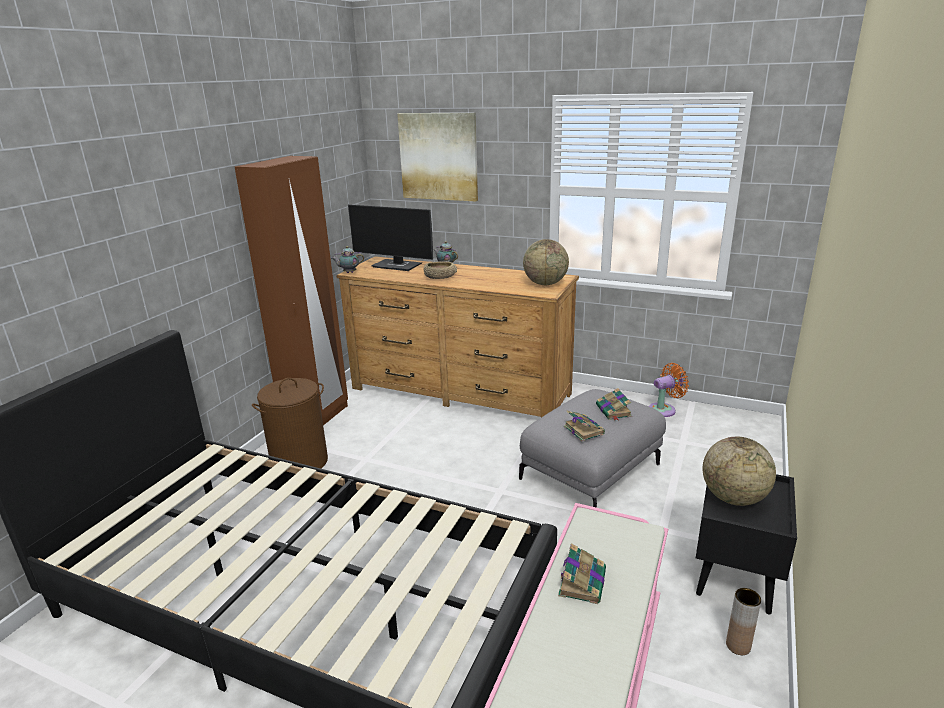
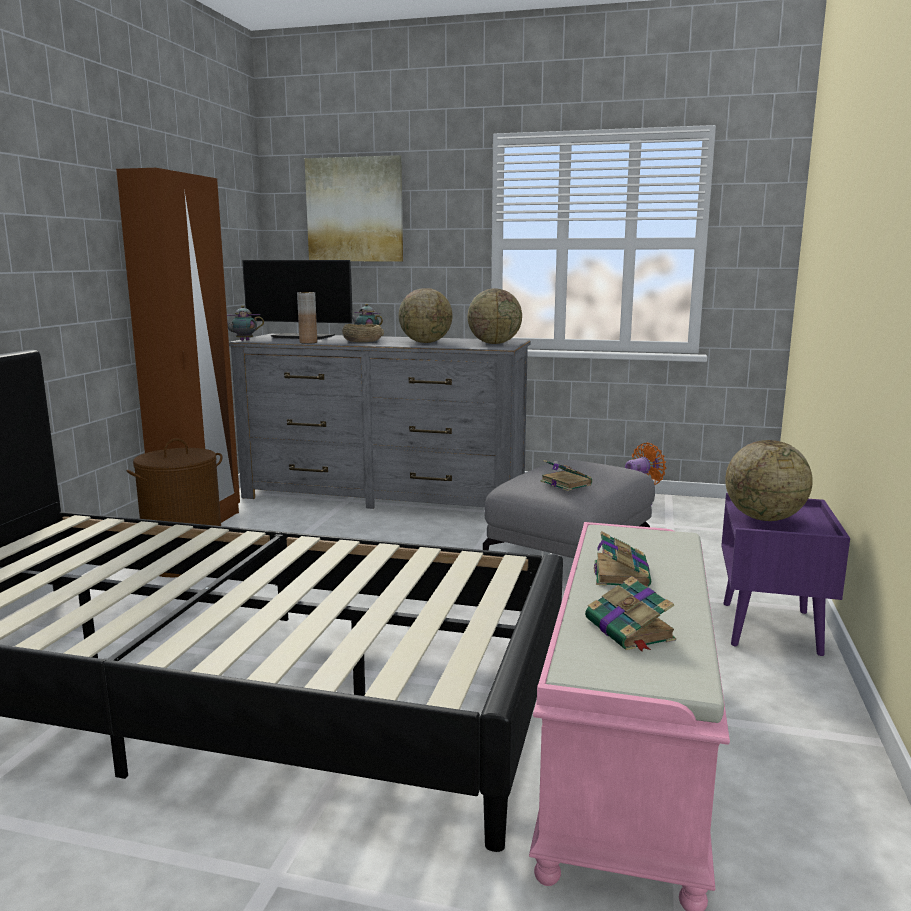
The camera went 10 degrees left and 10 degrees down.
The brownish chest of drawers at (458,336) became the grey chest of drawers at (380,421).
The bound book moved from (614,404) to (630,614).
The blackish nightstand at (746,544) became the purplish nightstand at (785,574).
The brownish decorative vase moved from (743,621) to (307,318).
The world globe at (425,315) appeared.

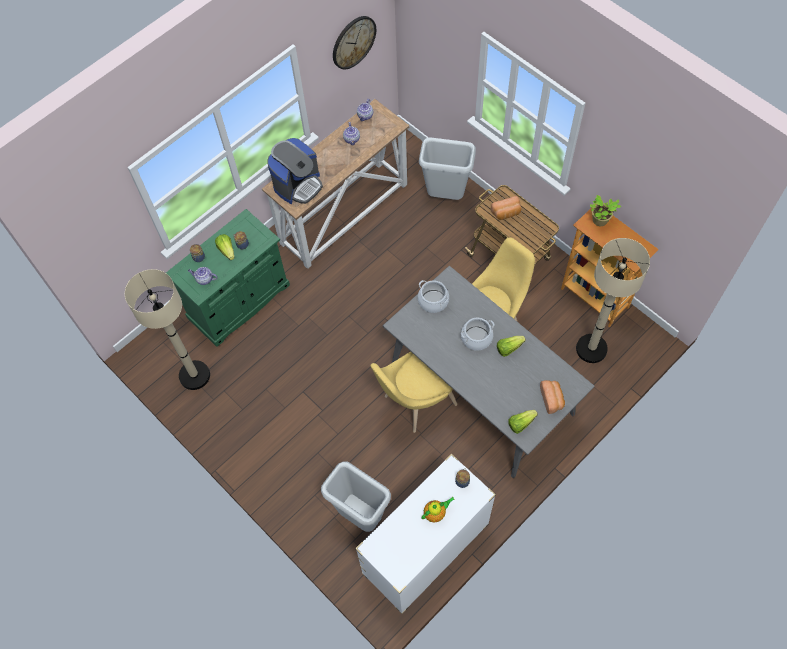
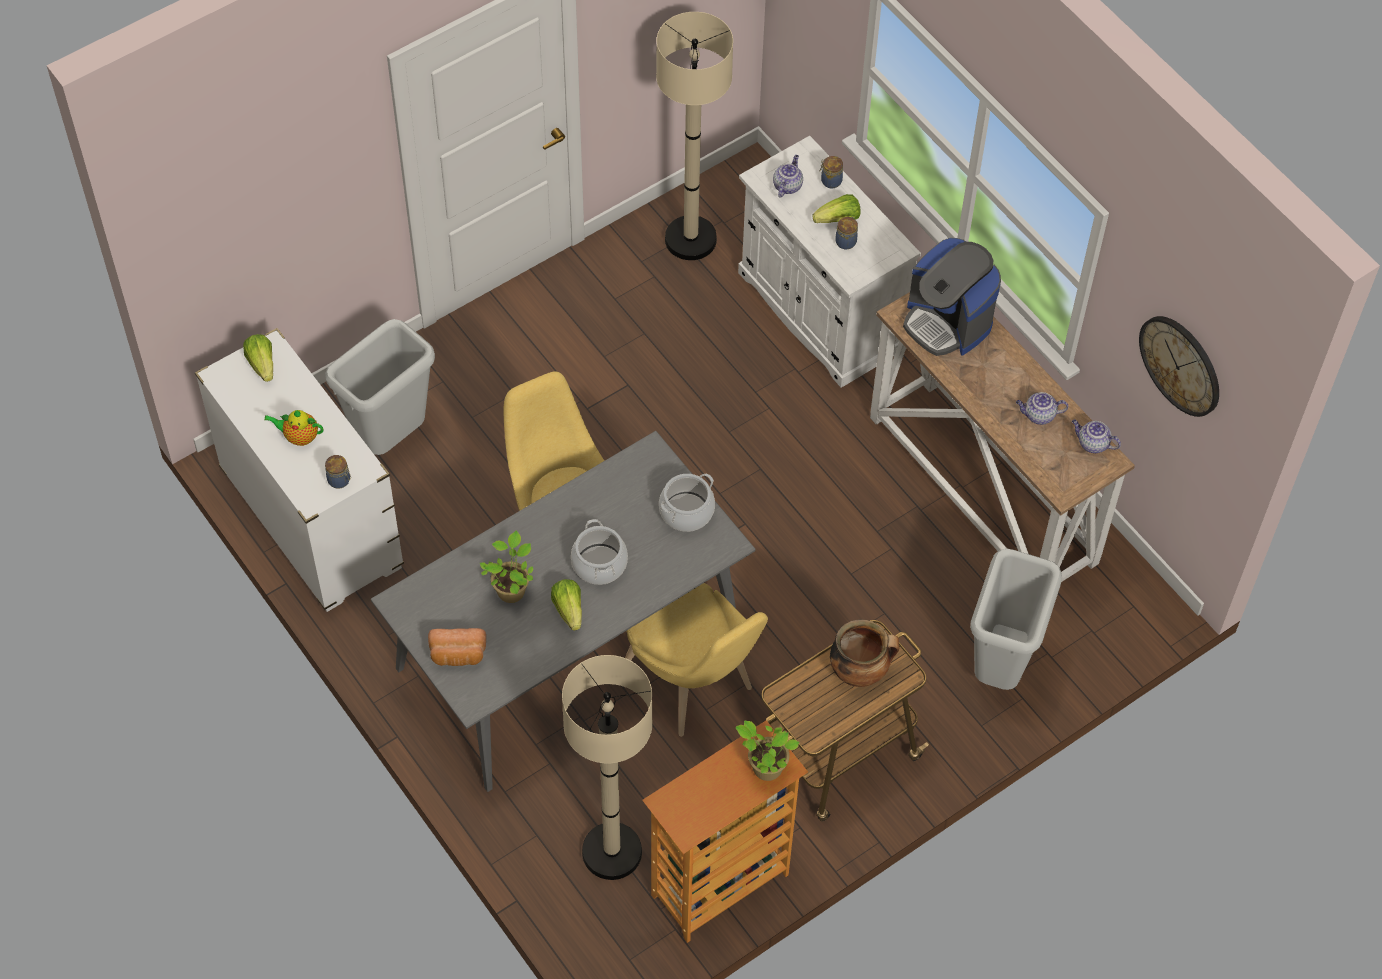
The camera went 95 degrees right and 5 degrees down.
The baked bread at (506,208) was replaced by the saucepot at (864,653).
The greenish cabinet at (228,278) became the whitish cabinet at (829,261).
The head of lettuce moved from (523,422) to (258,358).
The teapot at (438,509) turned 120 degrees clockwise.
The plant in a pot at (506,567) appeared.

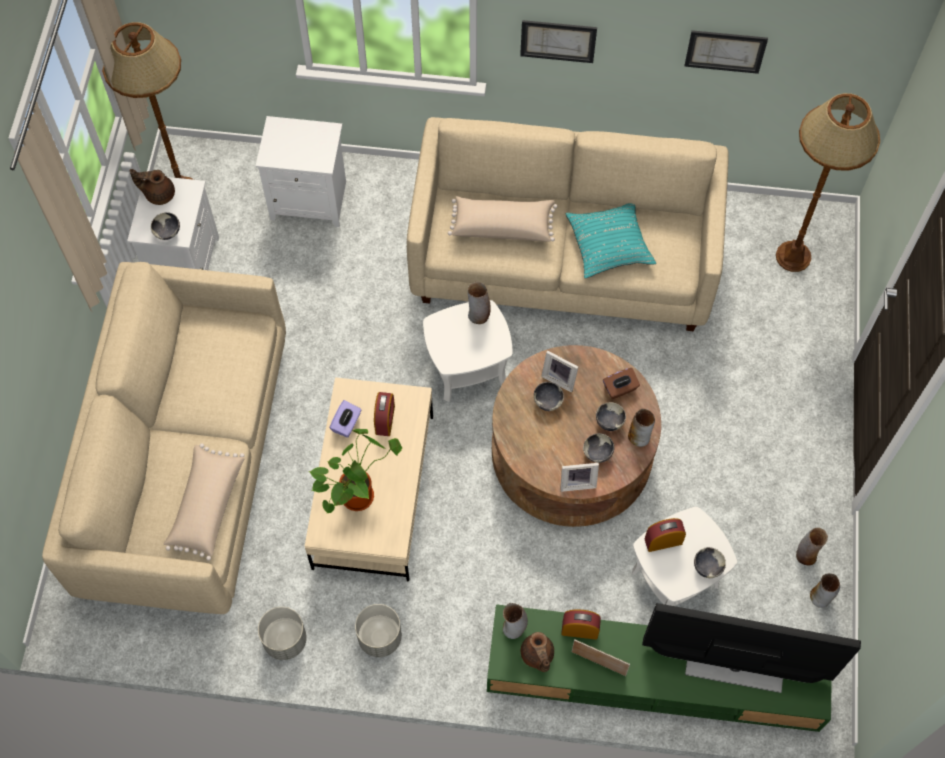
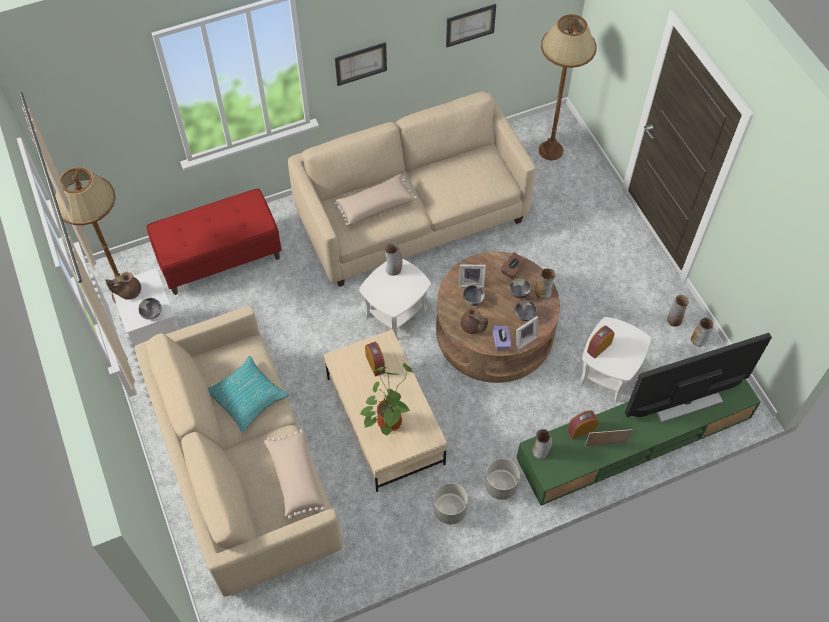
The camera went 30 degrees left and 5 degrees down.
The whitish nightstand at (301,171) was replaced by the red indoor bench at (214,242).
The blue-green pillow moved from (611,241) to (248,394).
The purplish box of tissues moved from (345,418) to (502,338).
The serving bowl at (710,562) disappeared.
The grey flower pot moved from (282,633) to (502,479).
The brownish teapot moved from (537,652) to (474,320).

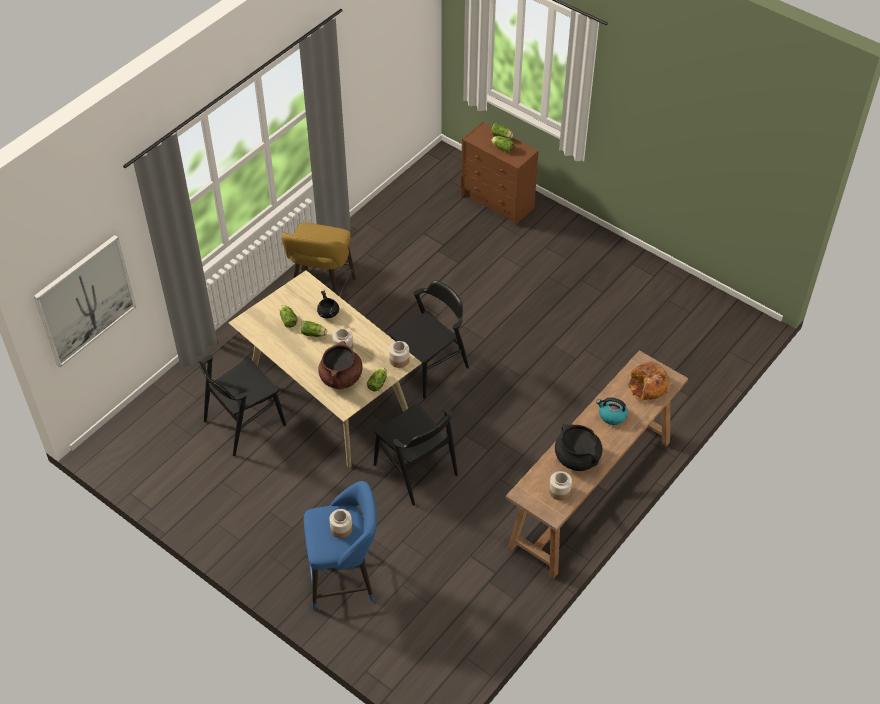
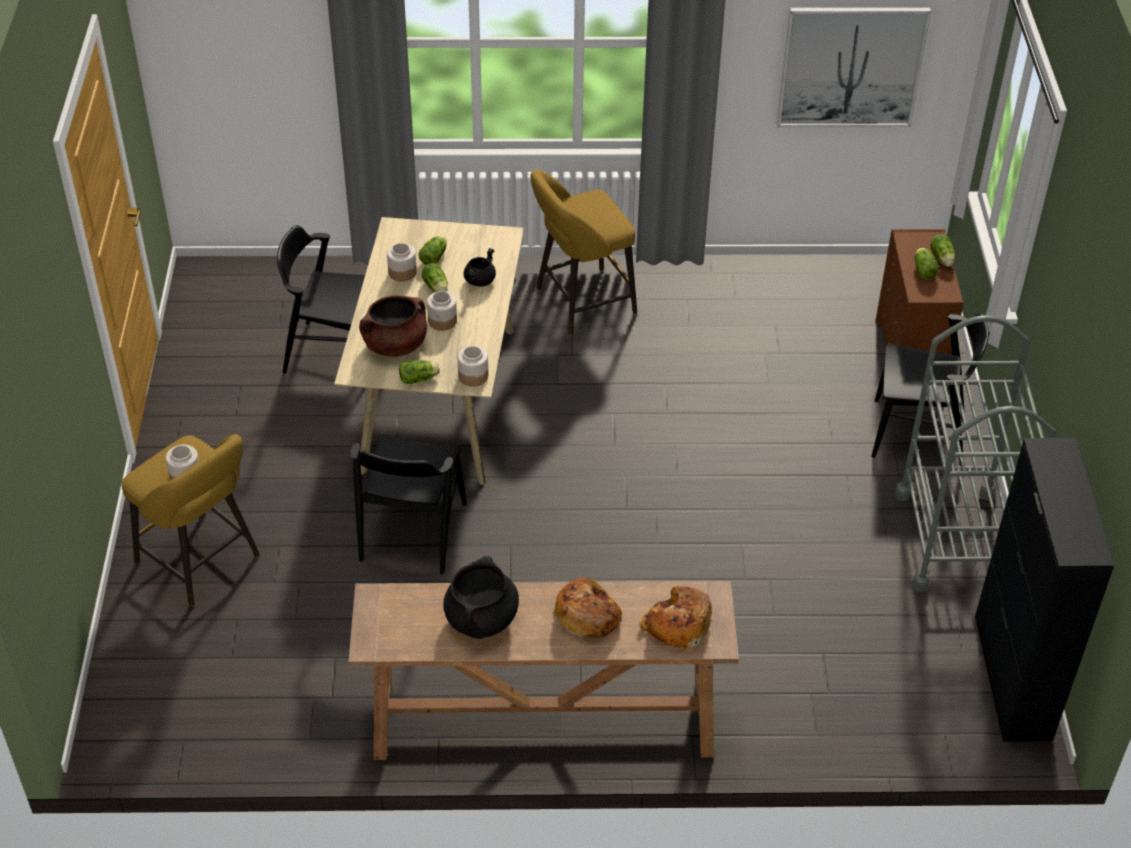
The camera went 50 degrees right and 5 degrees down.
The picture moved from (85,301) to (854,67).
The blackish plain chair moved from (429,339) to (930,389).
The kettle at (612,411) was replaced by the baked bread at (587,609).
The jar moved from (560,485) to (402,262).
The bluish sitting stool at (340,545) became the yellow sitting stool at (191,520).
The grey trolley at (975,453) appeared.
The blackish cabinet at (1044,590) appeared.

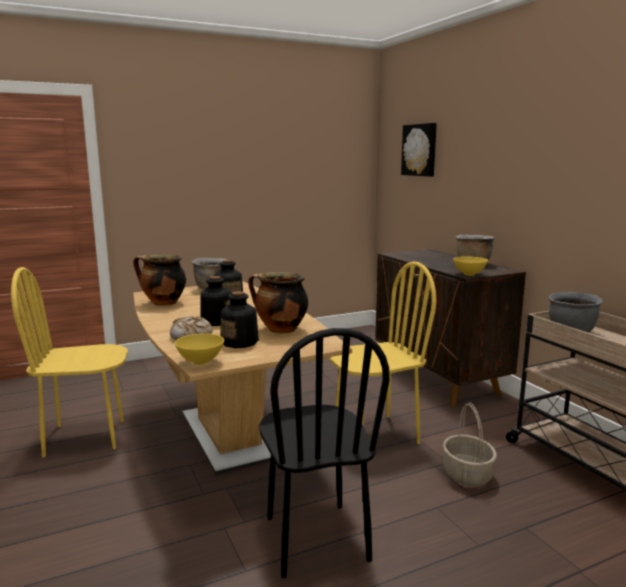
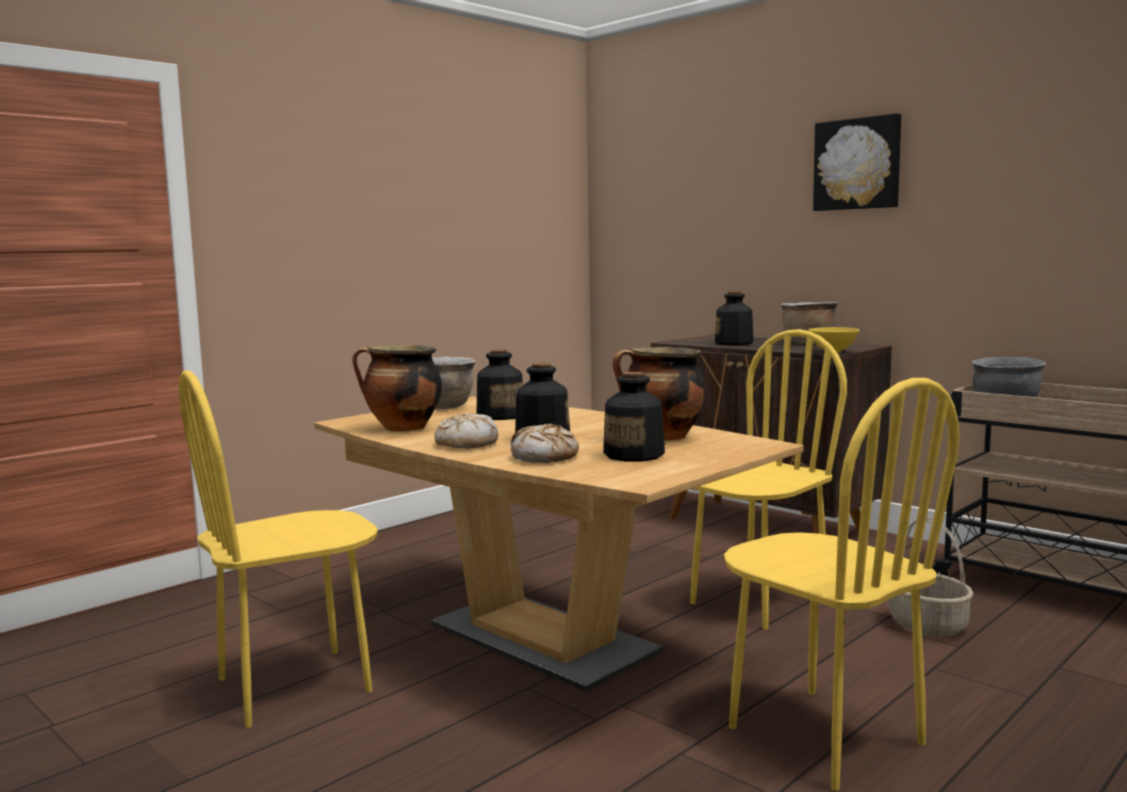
The camera went 20 degrees left and 5 degrees down.
The picture moved from (419,150) to (857,162).
The blackish plain chair at (324,453) became the yellow plain chair at (841,584).
The yellow serving bowl at (199,349) disappeared.
The bottle at (734,318) appeared.
The baked bread at (466,431) appeared.

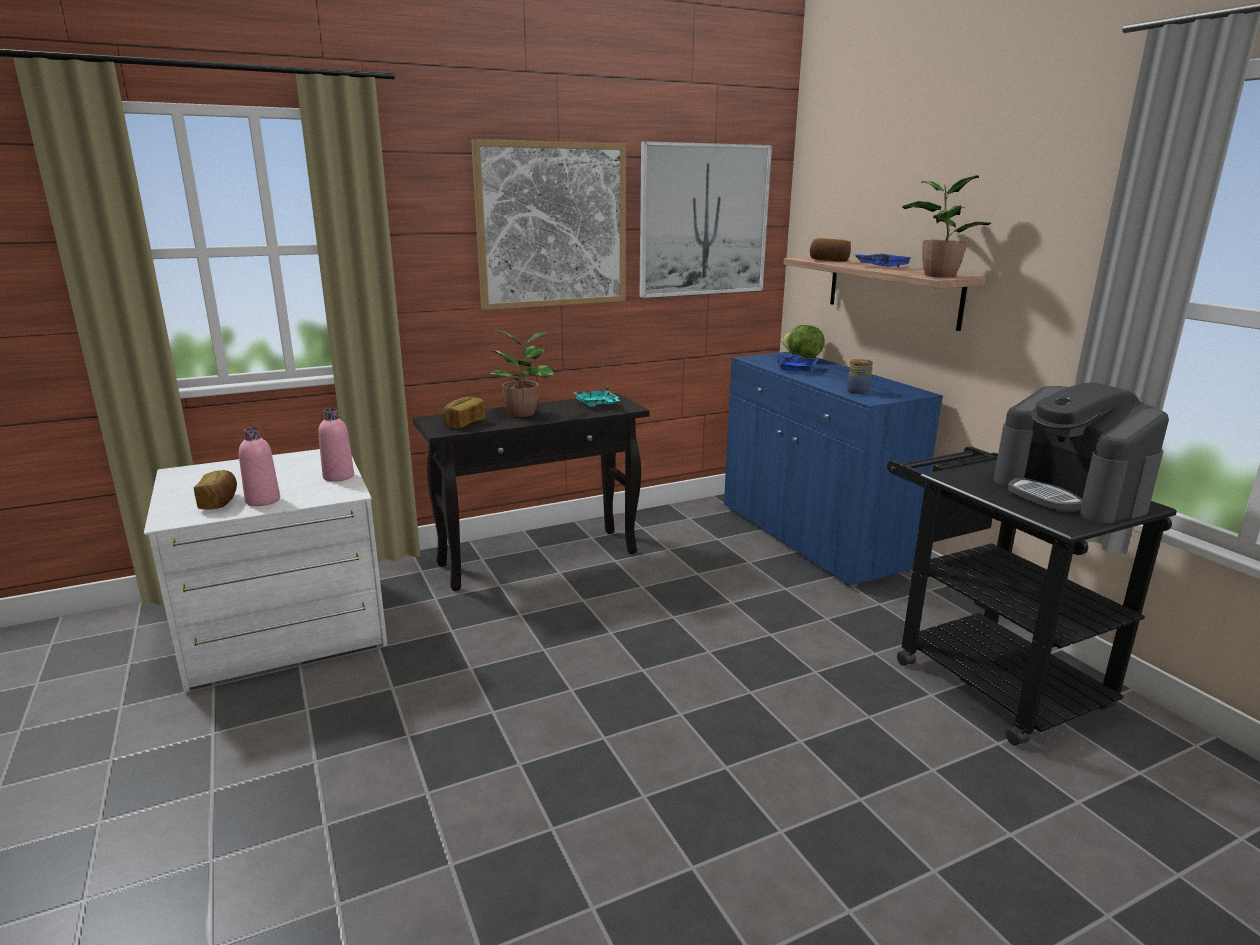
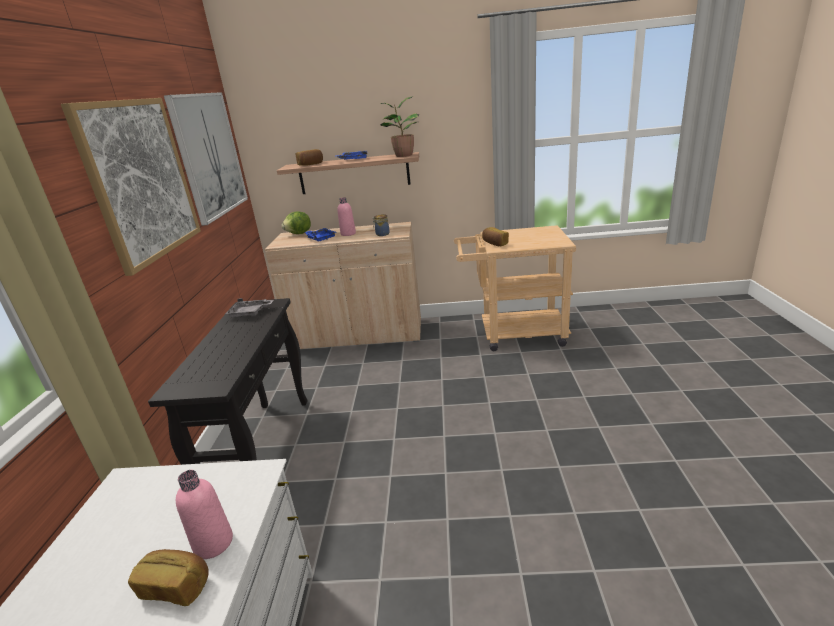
The camera went 60 degrees left and 5 degrees up.
The plant in a pot at (522,373) disappeared.
The bluish cabinet at (833,470) became the beige-coloured cabinet at (343,285).
The coffee machine at (1081,452) disappeared.
The blue-green tray at (596,396) became the grey tray at (249,307).
The baked bread moved from (463,412) to (495,236).
The pink-coloured bottle moved from (336,445) to (346,216).
The blackish trolley at (1032,596) became the beige-coloured trolley at (515,288).

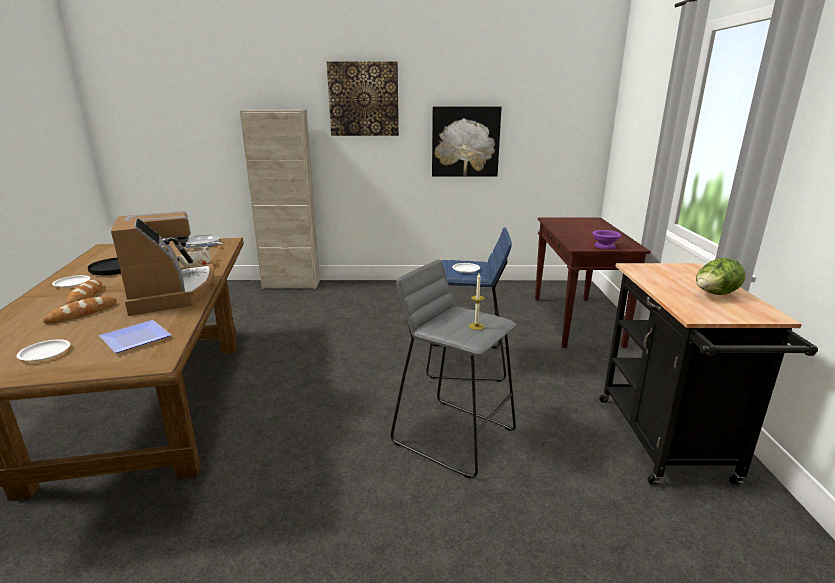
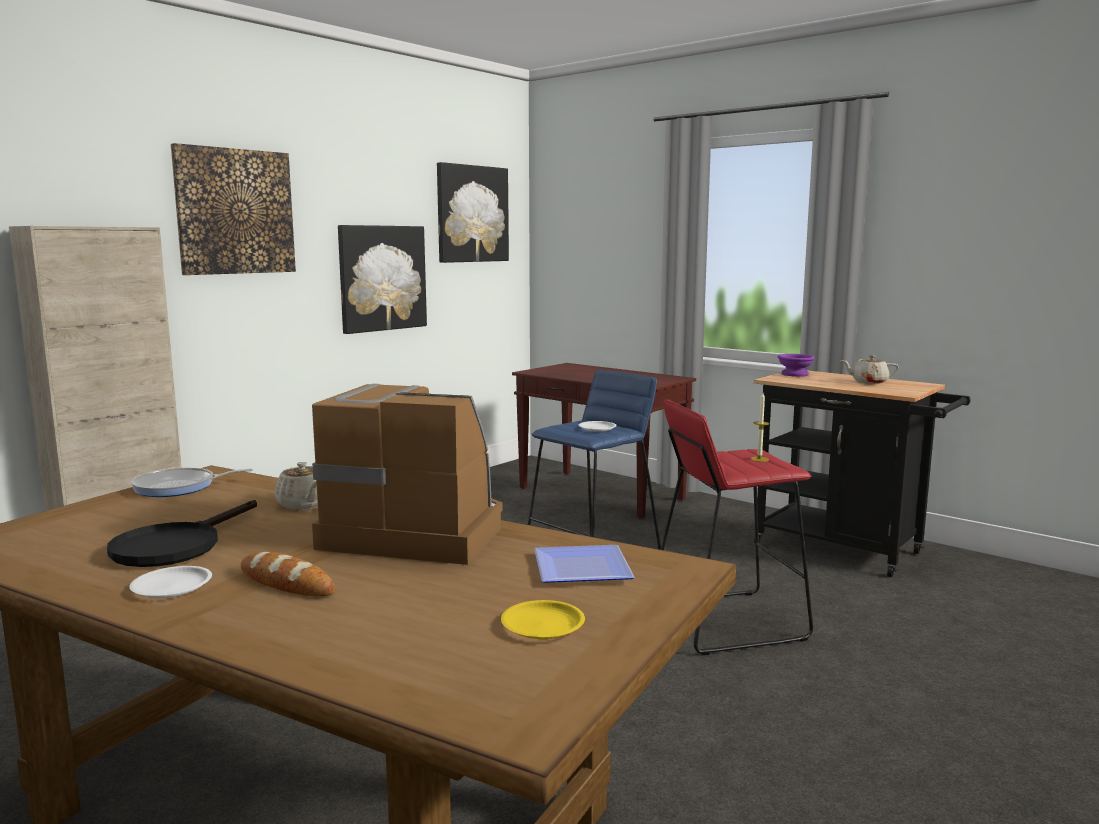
The camera went 50 degrees left and 10 degrees down.
The purplish serving bowl moved from (606,240) to (796,365).
The head of lettuce at (720,276) was replaced by the beige-coloured teapot at (870,369).
The grey sitting stool at (454,369) became the red sitting stool at (736,527).
The baked bread at (80,310) disappeared.
The whitish plate at (43,350) became the yellow plate at (543,619).
The picture at (473,212) appeared.

